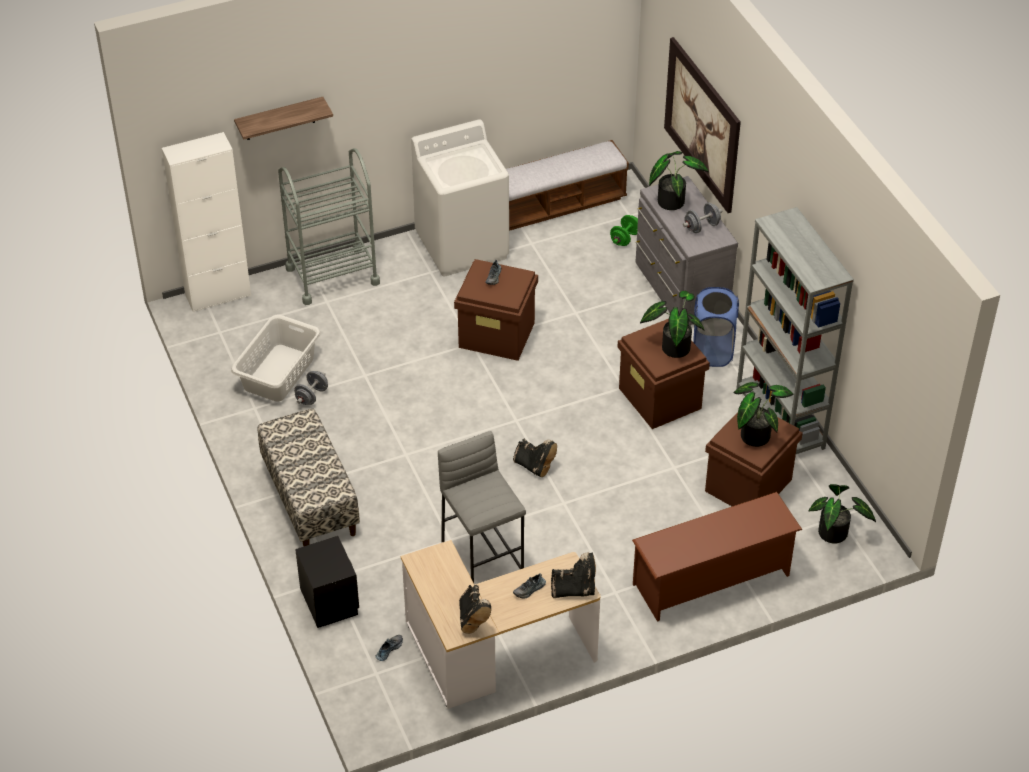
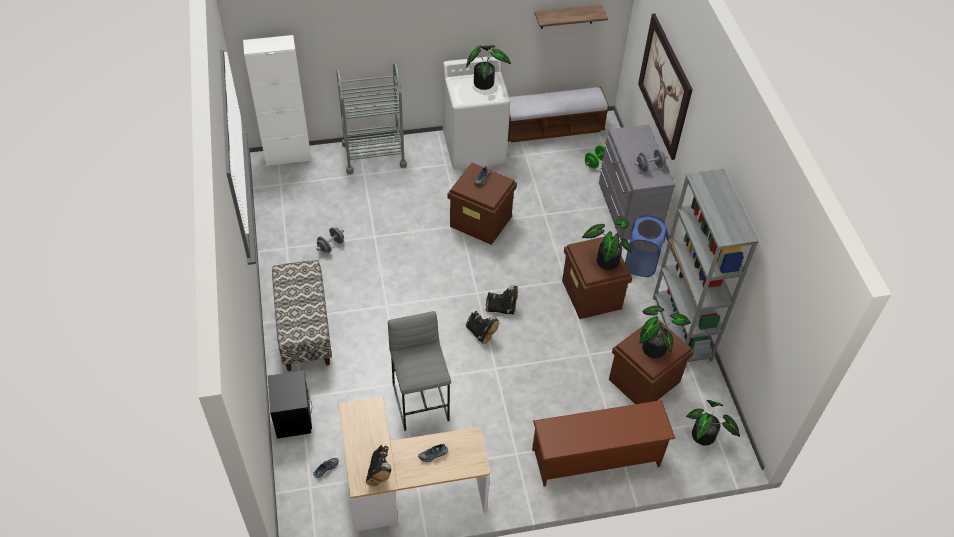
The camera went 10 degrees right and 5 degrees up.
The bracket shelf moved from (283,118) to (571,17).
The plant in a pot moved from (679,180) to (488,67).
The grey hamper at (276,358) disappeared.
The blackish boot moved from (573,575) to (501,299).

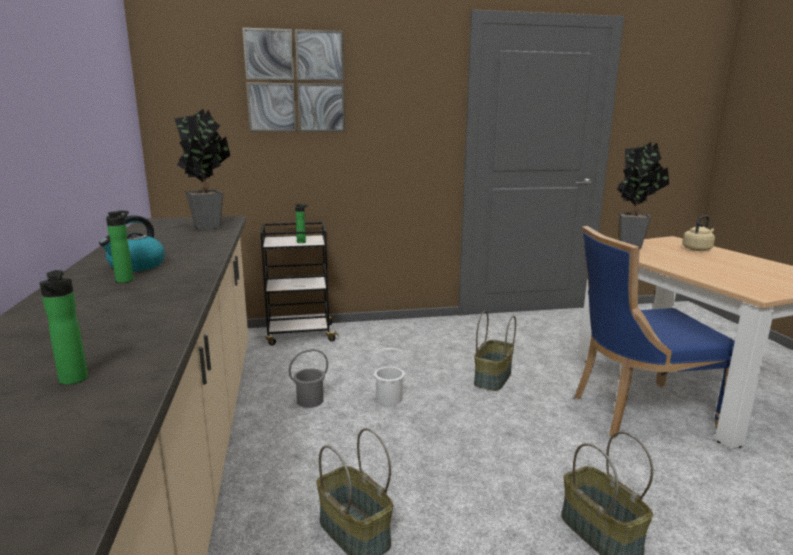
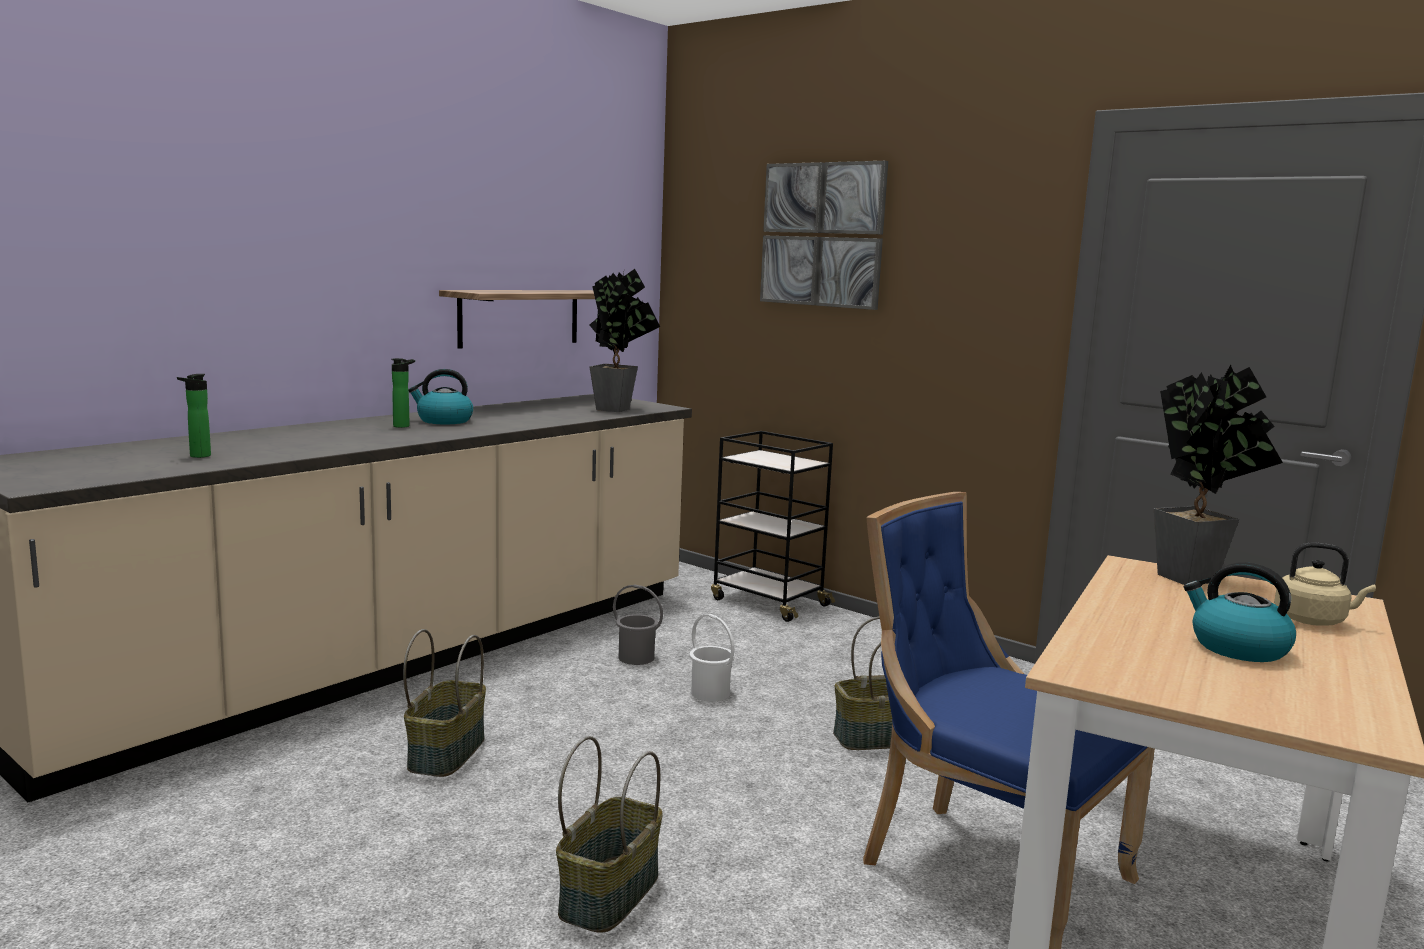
The camera went 50 degrees right and 5 degrees down.
The bottle at (301,223) disappeared.
The bracket shelf at (517,319) appeared.
The kettle at (1240,612) appeared.

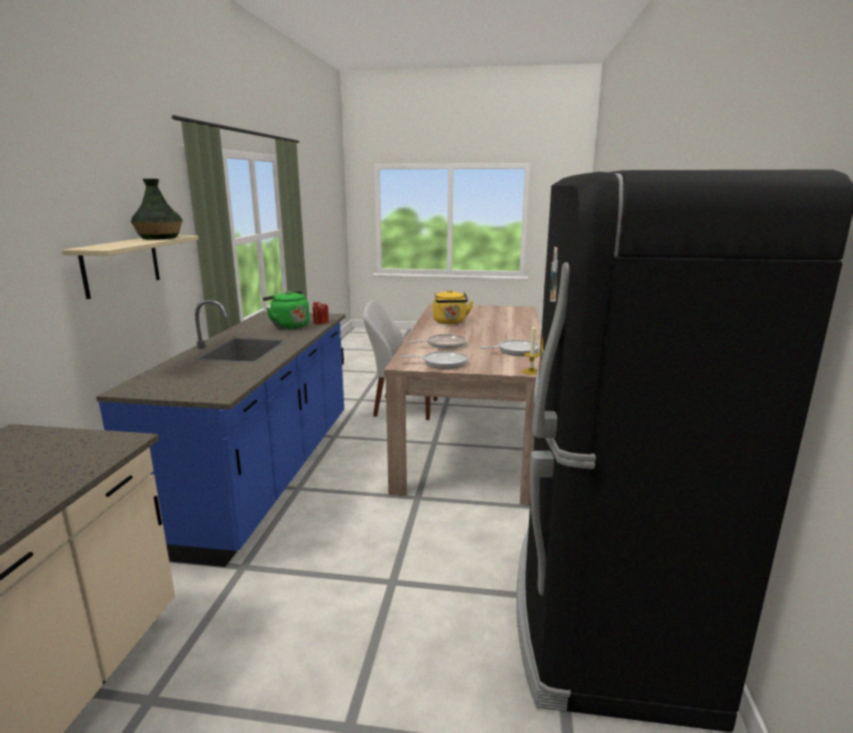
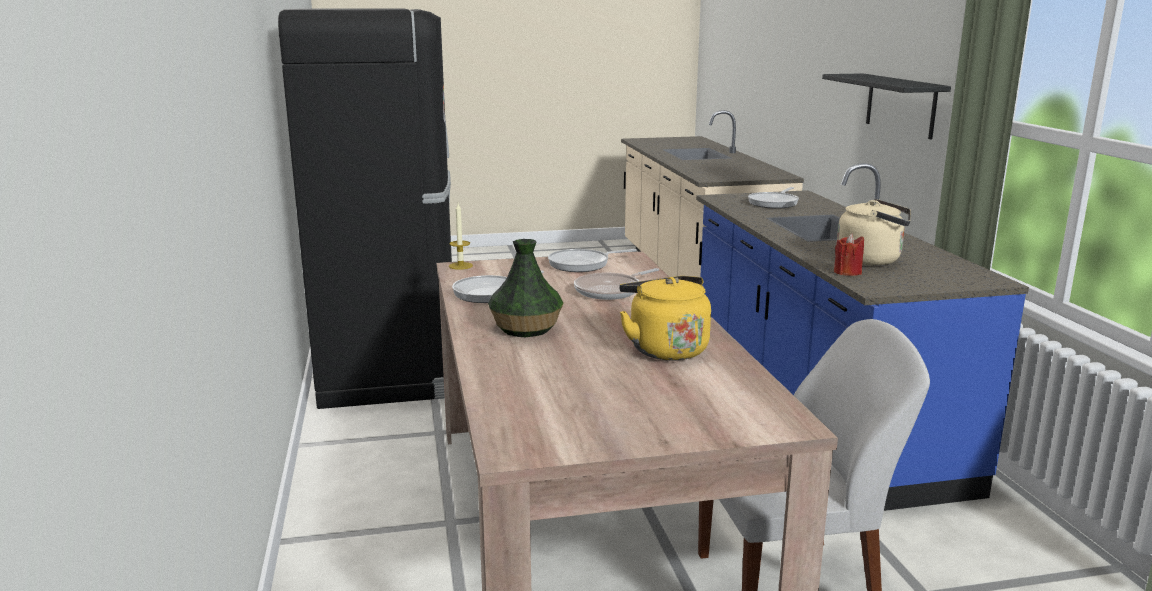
The camera went 160 degrees right and 0 degrees up.
The decorative vase moved from (157,209) to (526,288).
The beige-coloured bracket shelf at (130,267) became the blackish bracket shelf at (886,106).
The greenish kettle at (286,310) became the beige-coloured kettle at (874,232).
The frying pan at (773,198) appeared.

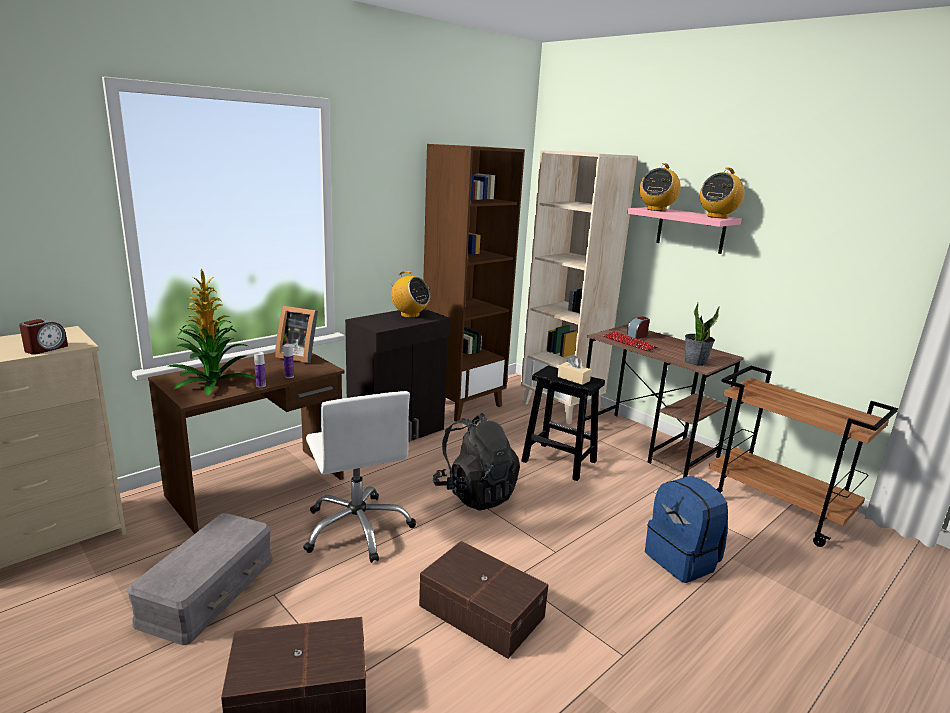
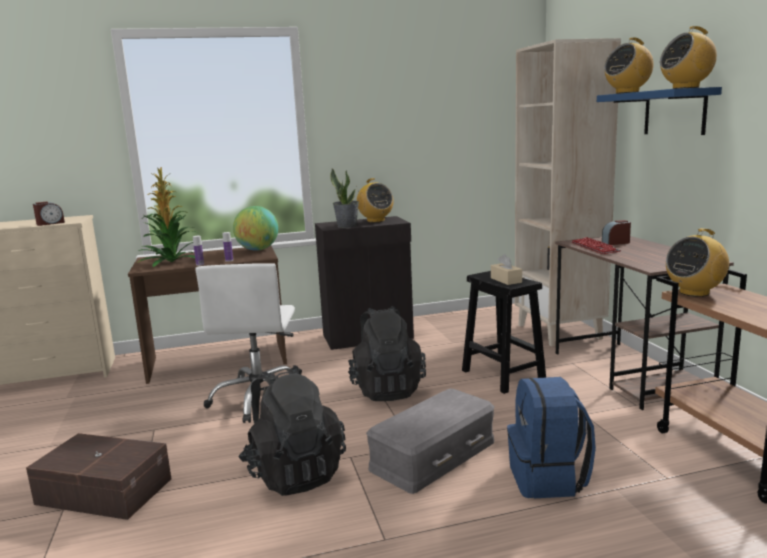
The camera went 30 degrees right and 5 degrees down.
The brownish shelving unit at (474,283) disappeared.
The pink-coloured bracket shelf at (684,230) became the bluish bracket shelf at (659,111).
The plant in a pot moved from (702,334) to (344,198).
The picture frame at (296,334) was replaced by the world globe at (255,228).
The grey storage box moved from (200,579) to (430,441).
The brownish storage box at (484,600) was replaced by the blackish knapsack at (292,430).
The radio at (697,262) appeared.

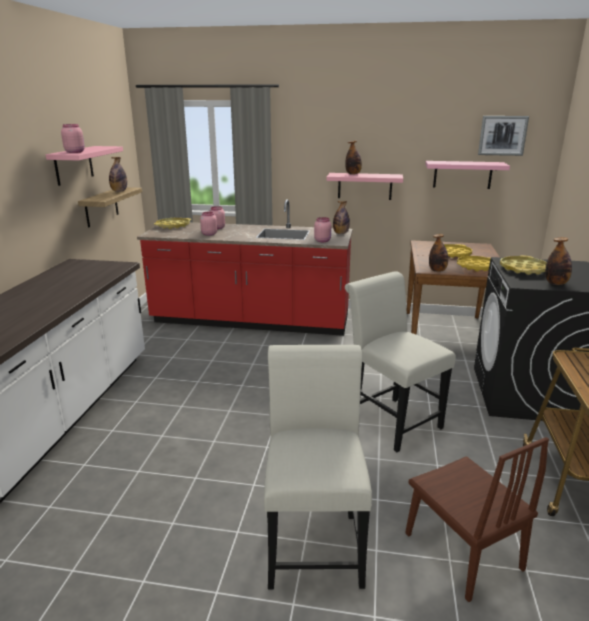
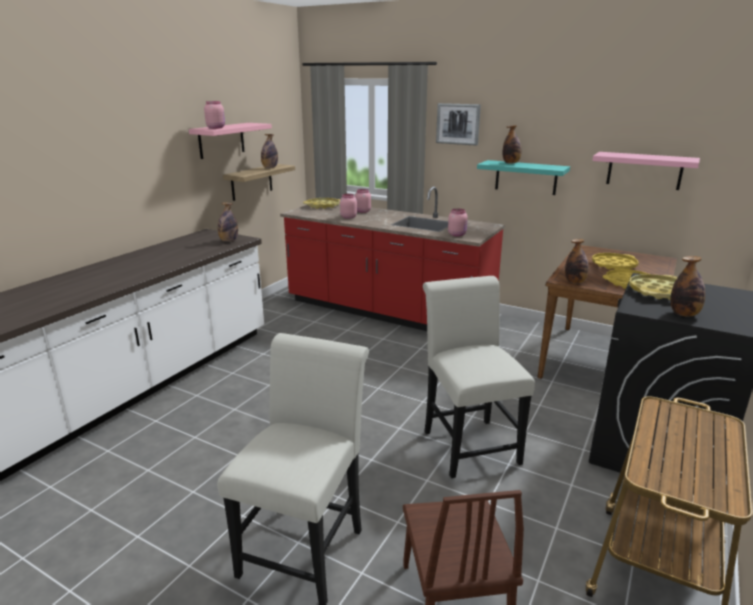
The camera went 20 degrees right and 0 degrees up.
The picture moved from (503,136) to (458,124).
The pink-coloured bracket shelf at (364,186) became the blue-green bracket shelf at (523,177).
The bottle moved from (341,217) to (228,222).

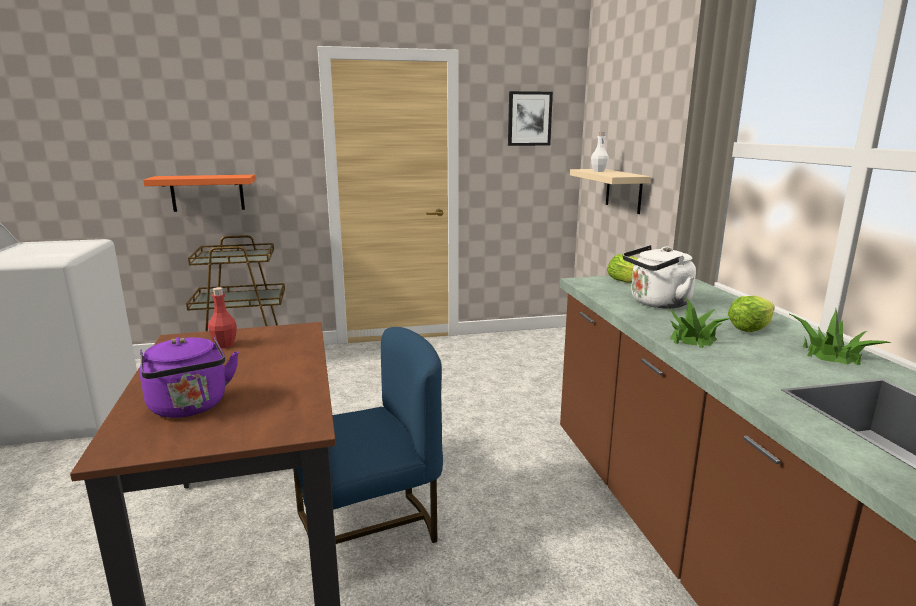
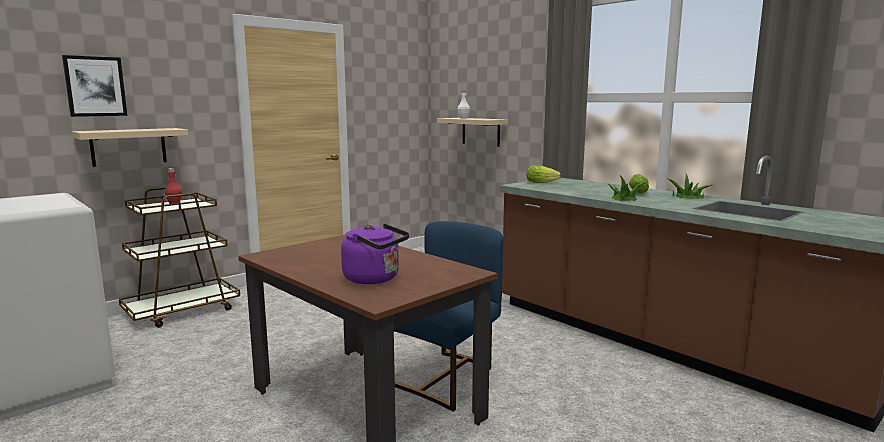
The camera went 30 degrees left and 5 degrees down.
The picture moved from (530,118) to (94,86).
The orange-coloured bracket shelf at (199,193) became the beige-coloured bracket shelf at (130,147).
The whitish kettle at (659,276) disappeared.
The red bottle moved from (222,317) to (173,186).

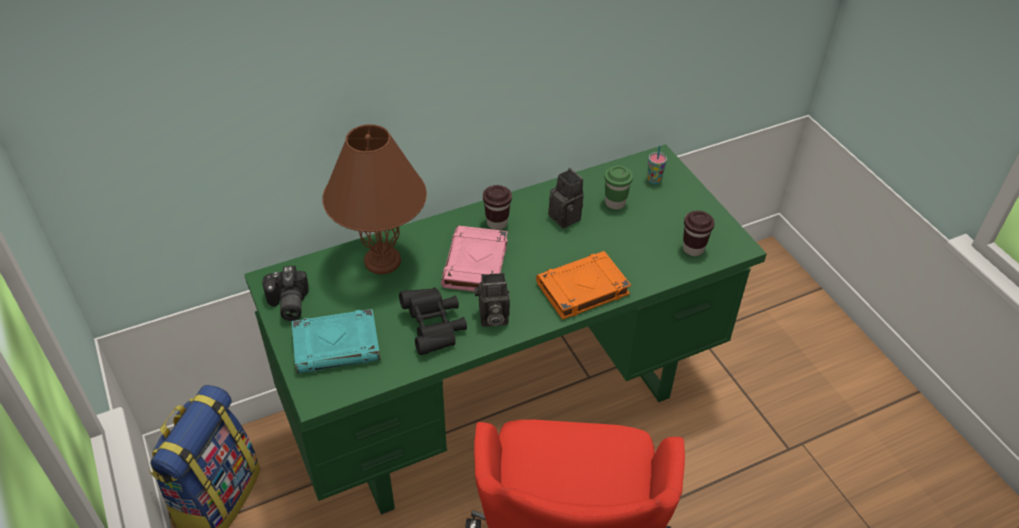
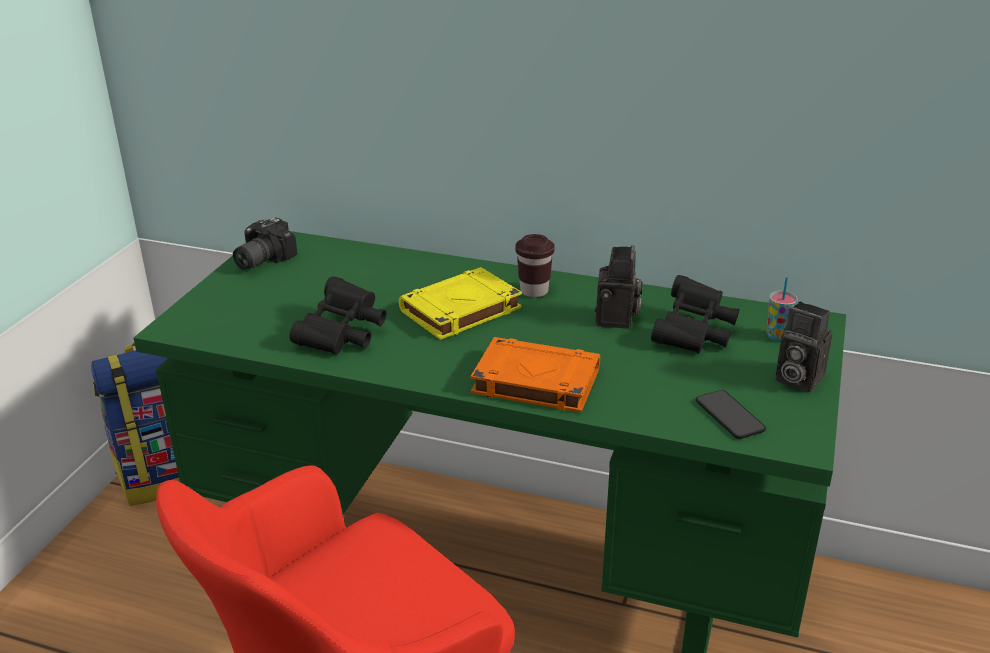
The camera went 45 degrees right and 15 degrees down.
The brownish tabletop lamp at (375,199) disappeared.
The greenish cup at (618,187) was replaced by the blackish field glasses at (695,314).
The brownish cup at (699,233) was replaced by the phone at (731,414).
The pink-coloured bound book at (474,258) became the yellow bound book at (460,303).
The photo camera moved from (492,300) to (803,347).
The blue-green bound book at (336,341) disappeared.

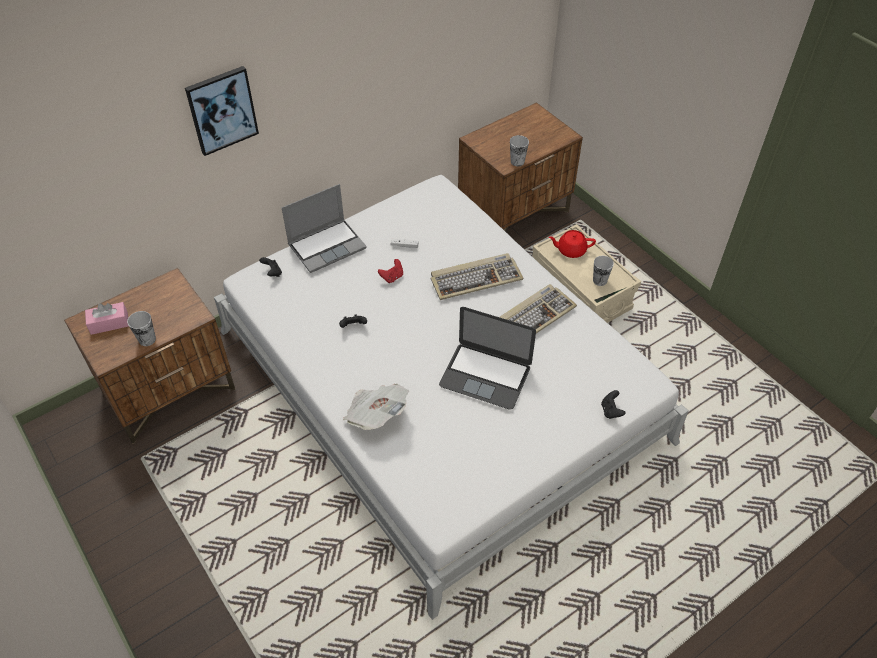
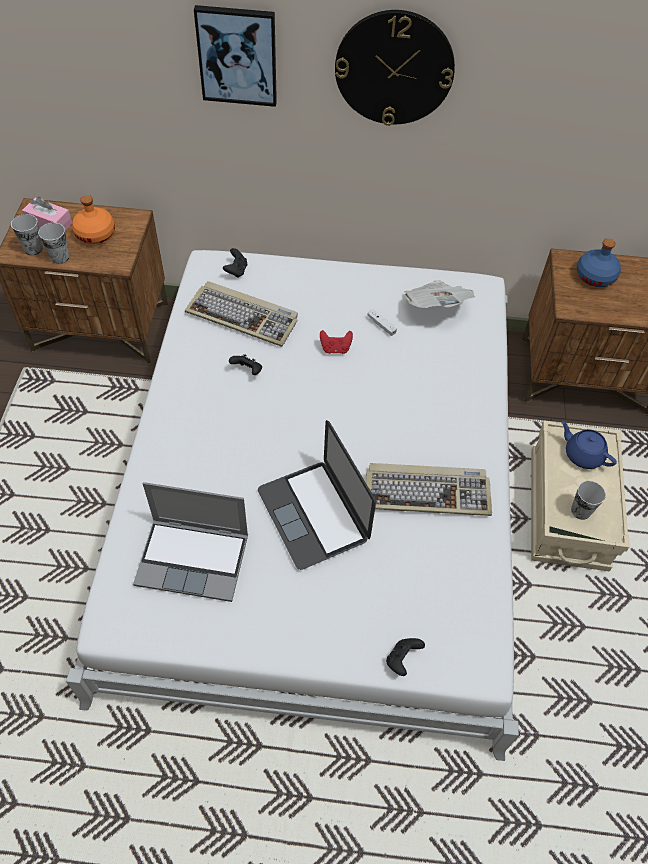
The camera went 40 degrees right and 5 degrees up.
The cup moved from (519,150) to (27,234).
The portable computer moved from (324,228) to (190,542).
The red teapot at (572,244) became the bluish teapot at (589,445).
The computer keyboard moved from (477,276) to (241,314).
The newspaper moved from (376,407) to (439,294).
The hanging clock at (395,68) appeared.
The orange-coloured bottle at (93,219) appeared.
The bluish bottle at (599,262) appeared.

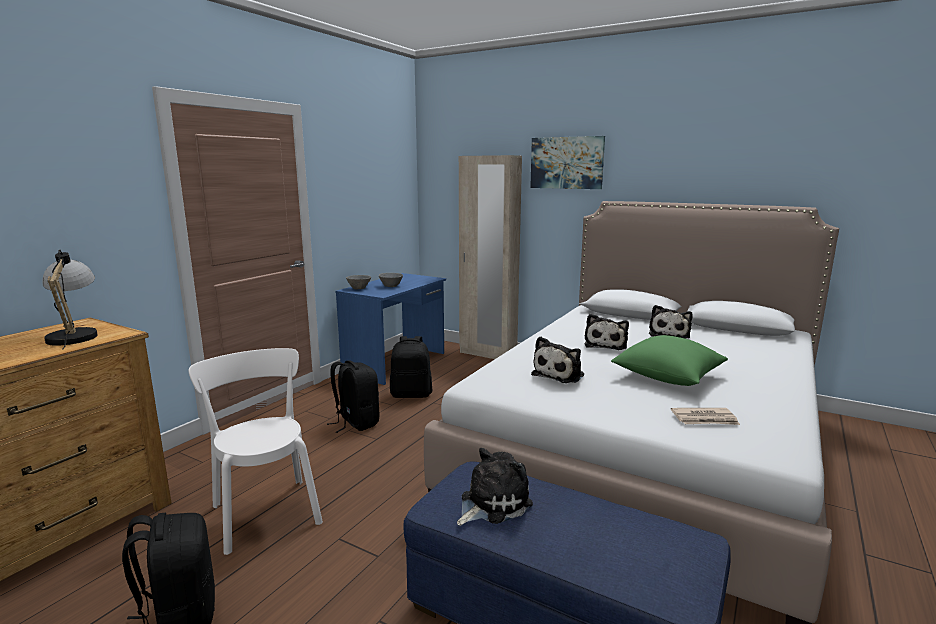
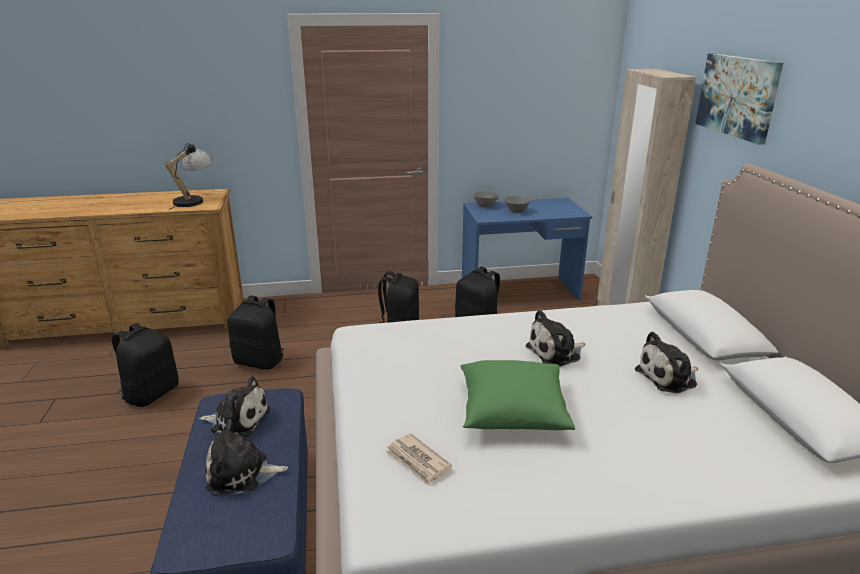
The camera went 50 degrees right and 10 degrees up.
The cuddly toy moved from (557,359) to (247,457).
The whitish plain chair at (256,451) was replaced by the blackish knapsack at (255,332).

